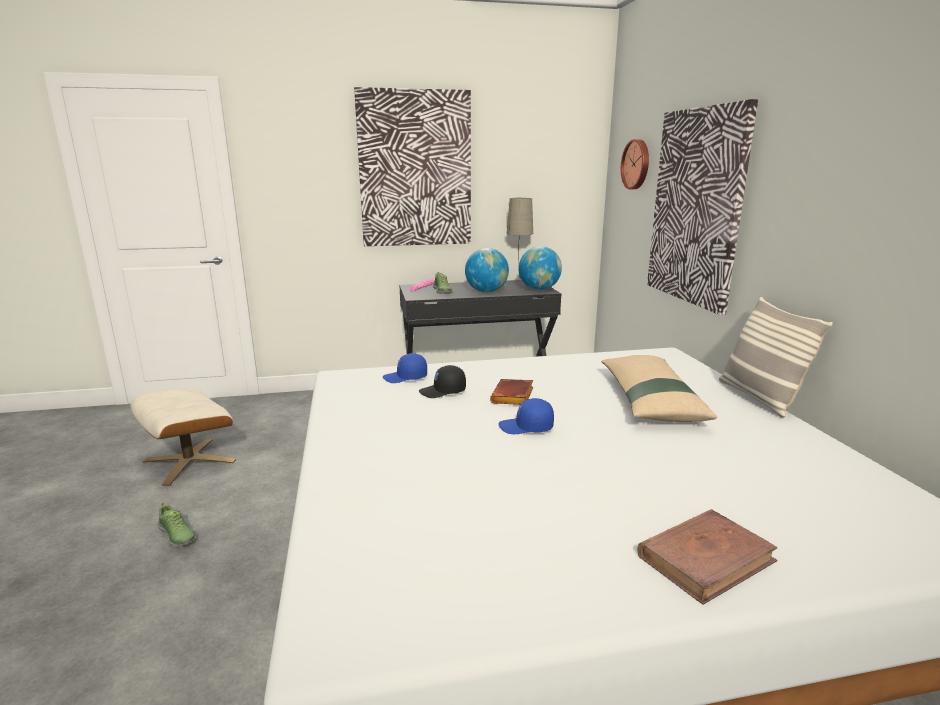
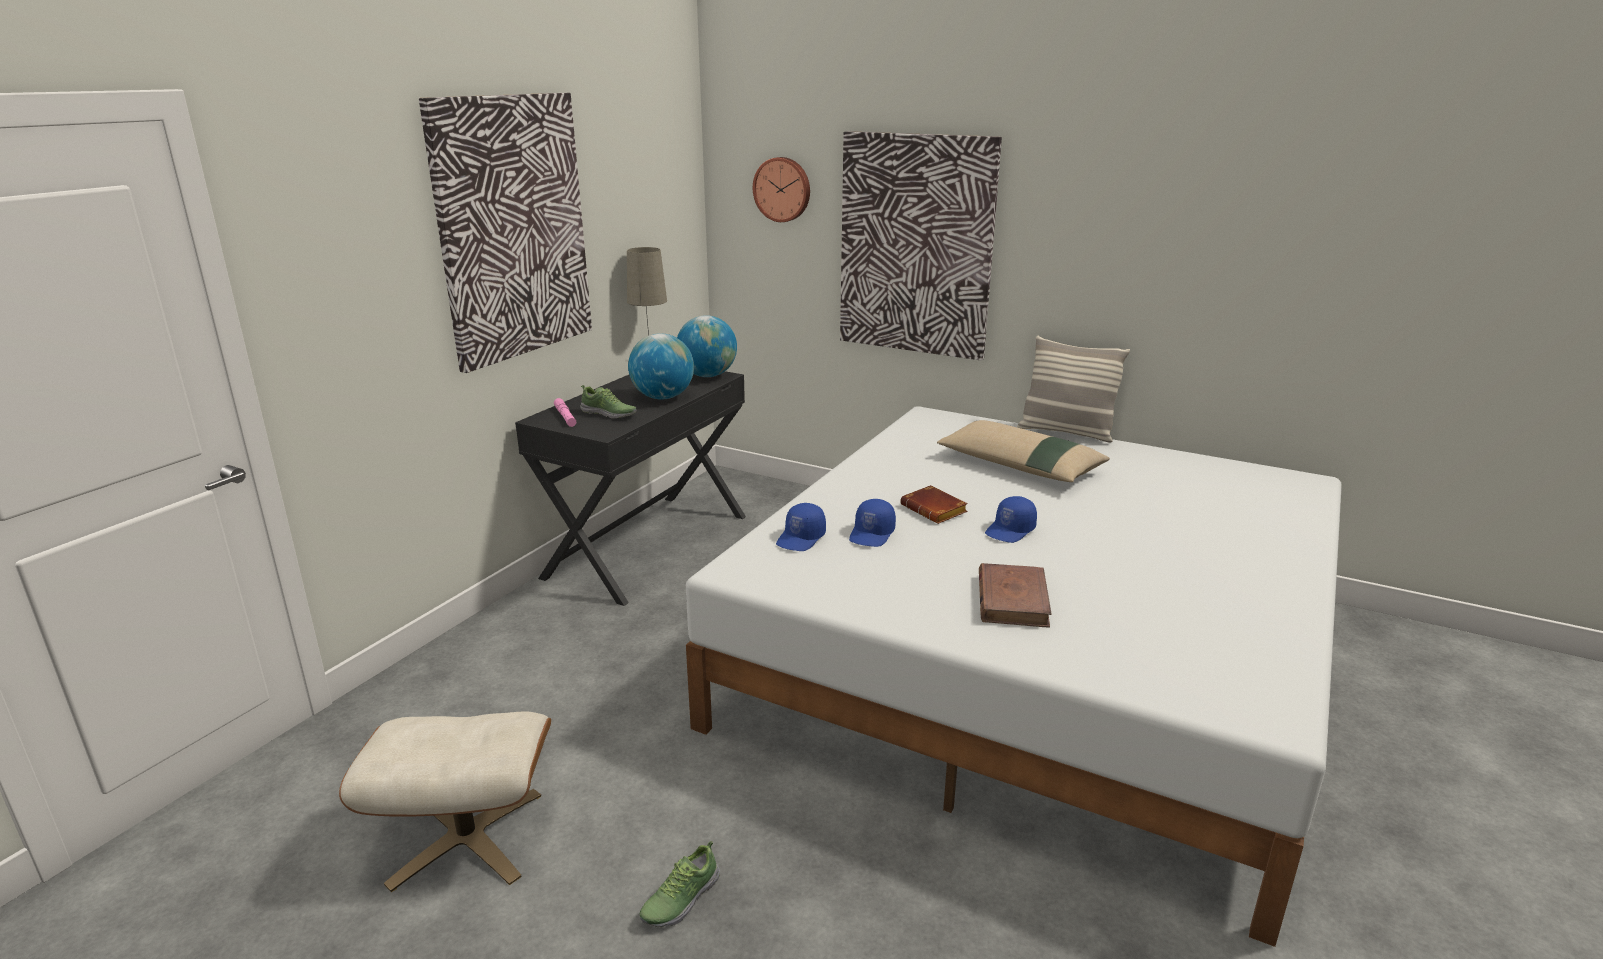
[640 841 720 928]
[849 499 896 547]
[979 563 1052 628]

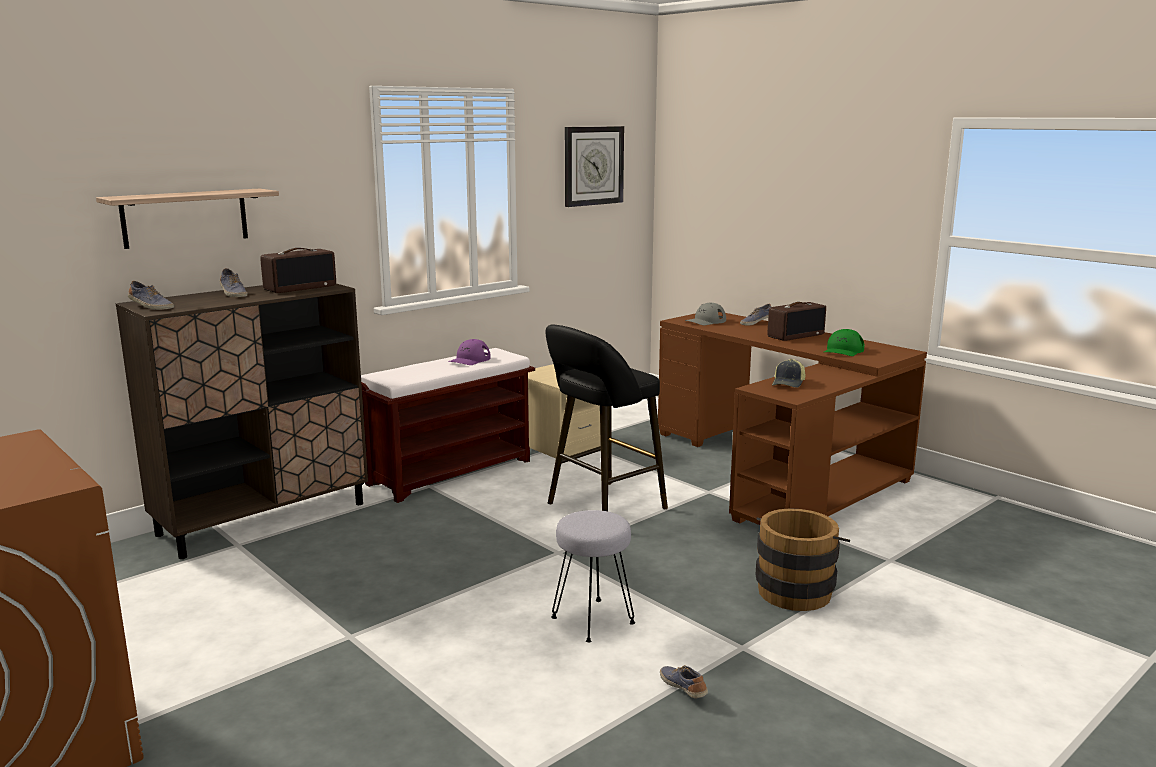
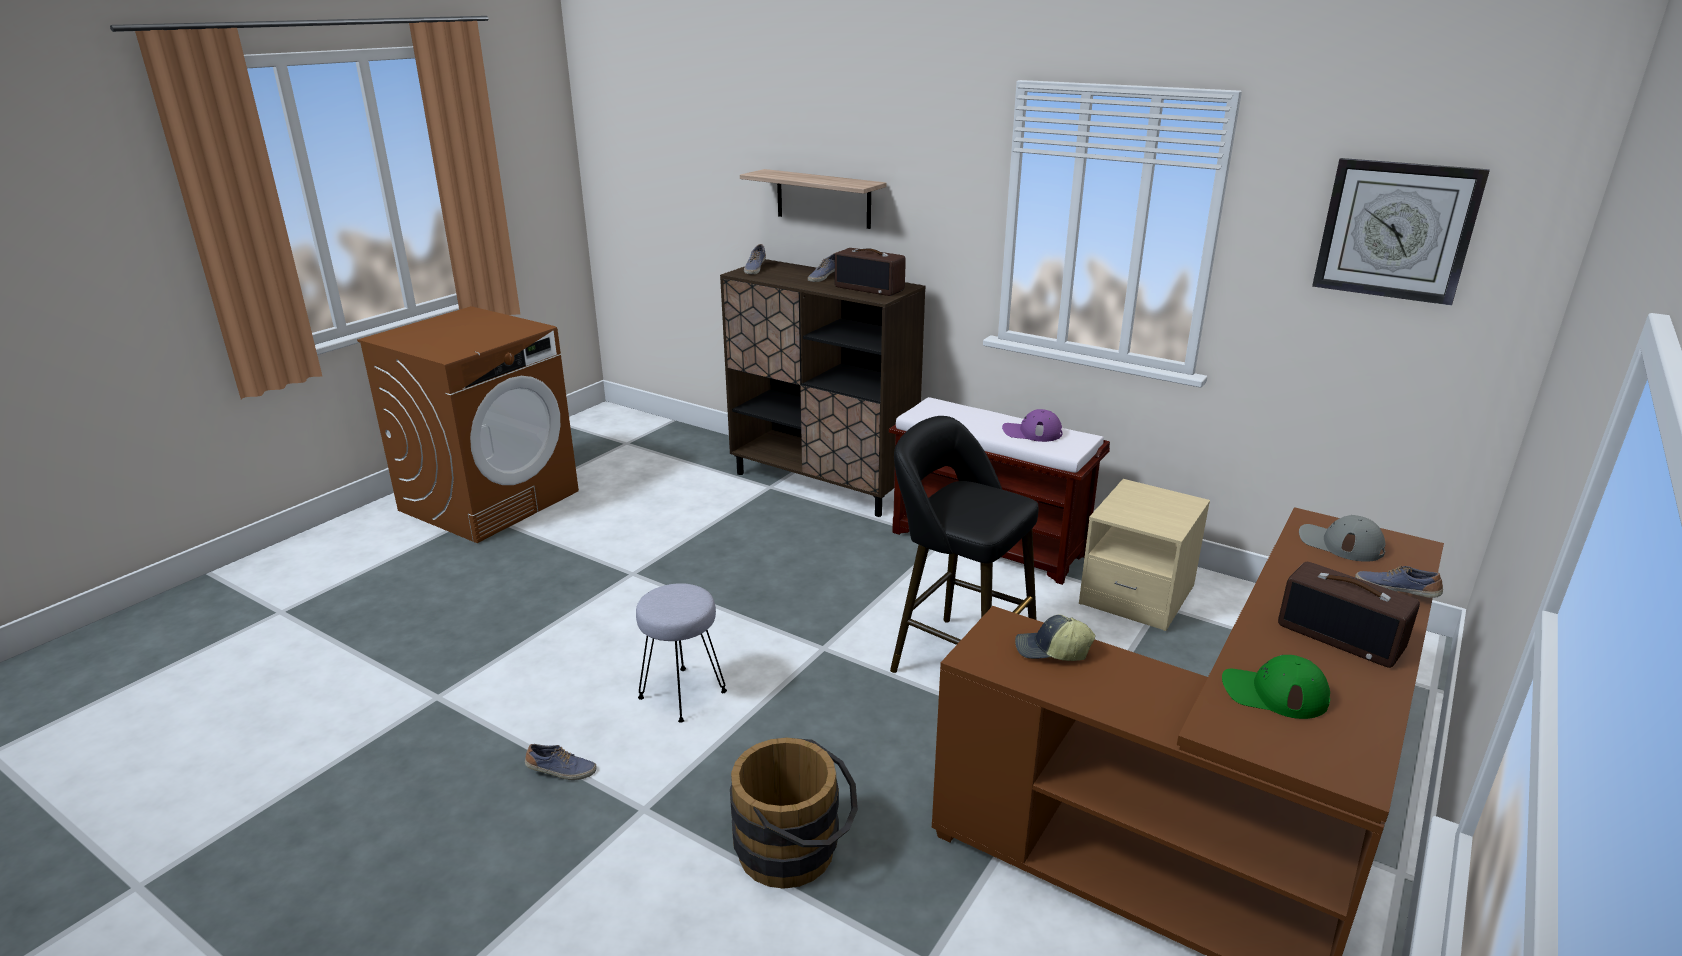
[525 744 597 780]

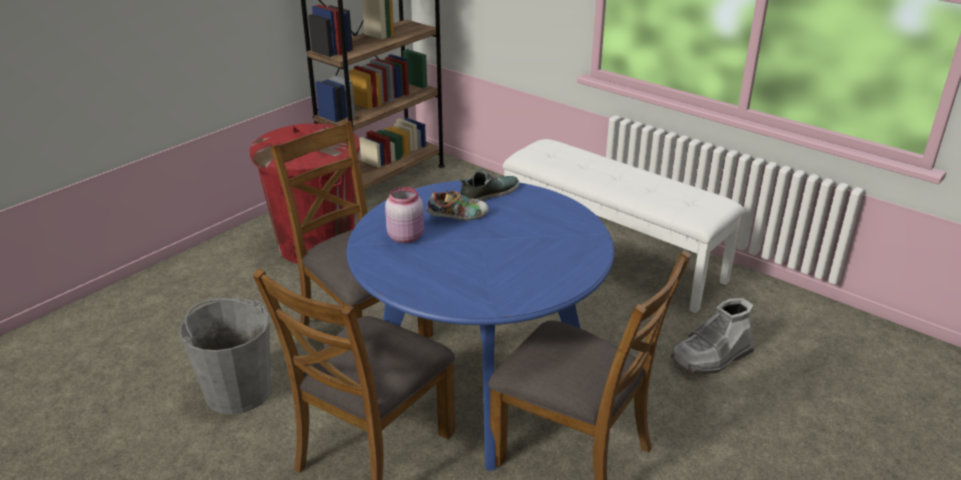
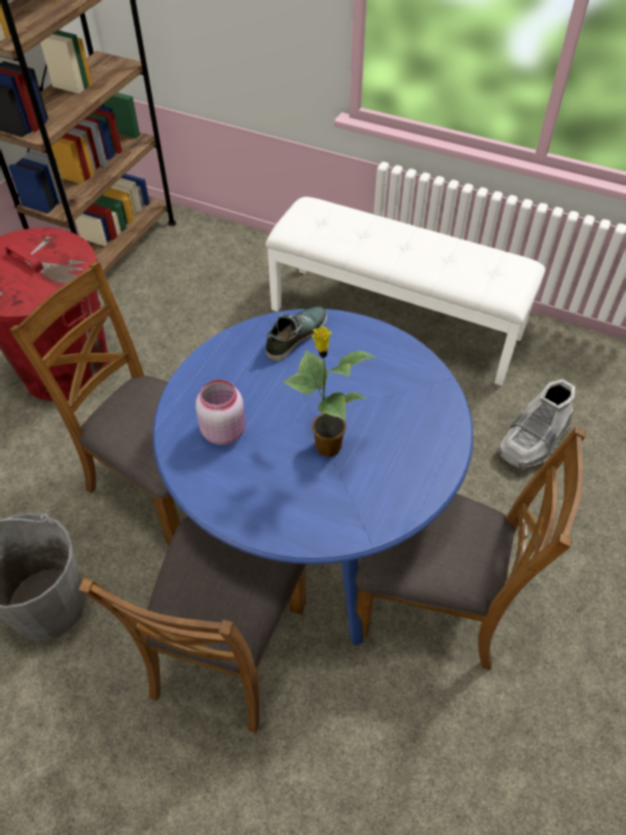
[426 190 488 220] (first image)
[283 327 376 457]

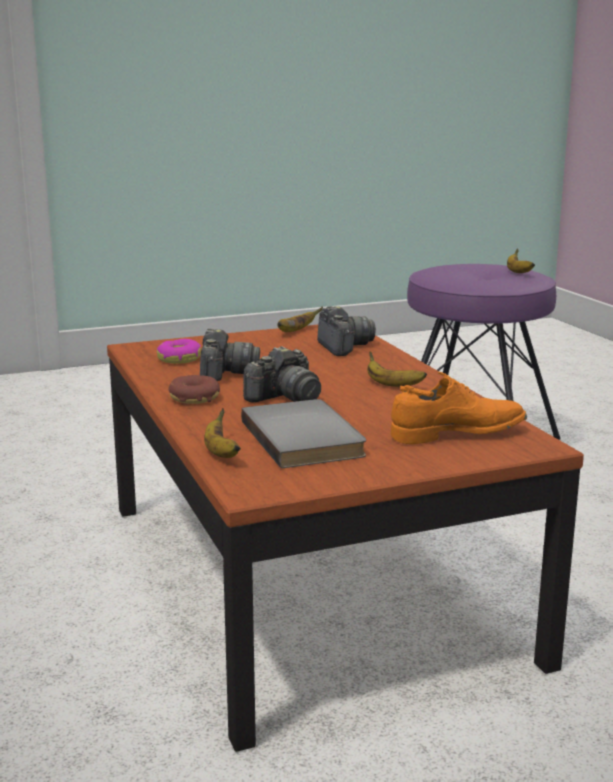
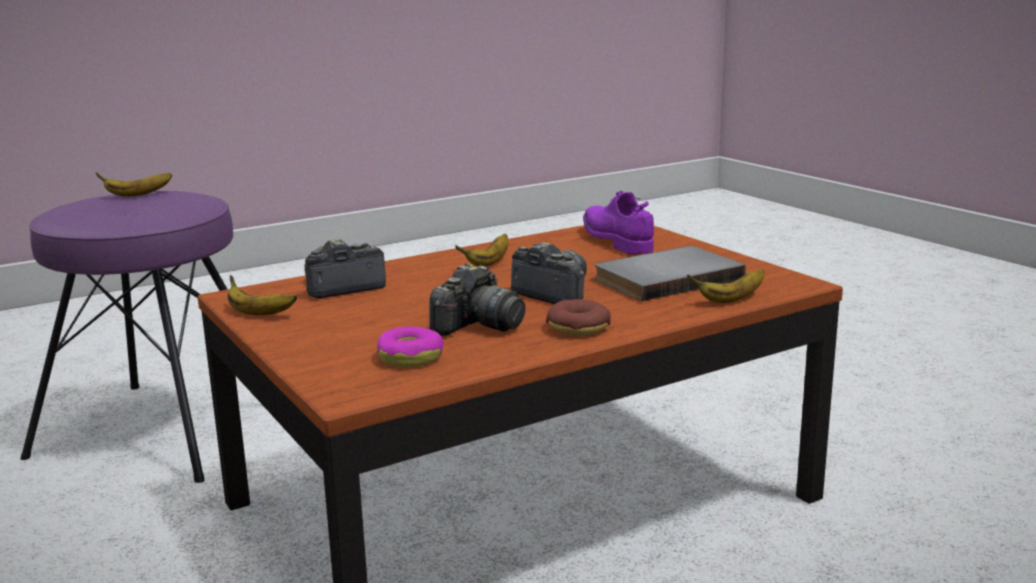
[429 264 526 336]
[583 191 654 255]

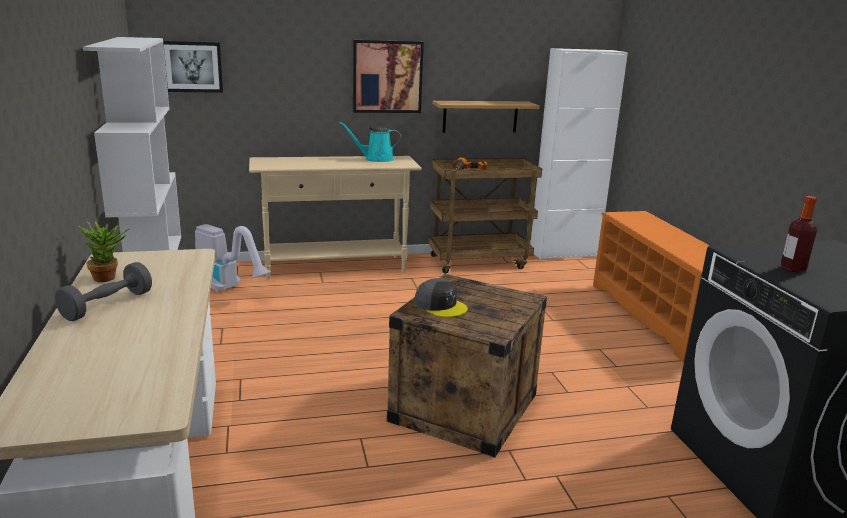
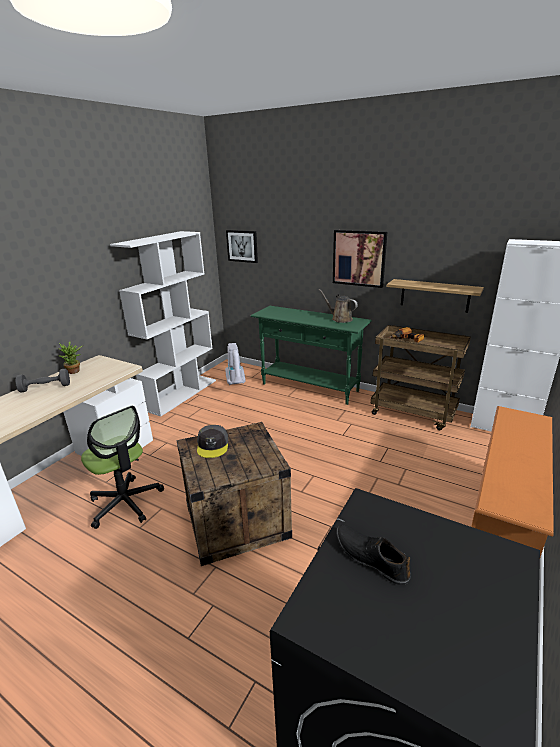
[251 306 372 405]
[319 289 358 323]
[336 525 411 585]
[81 406 164 529]

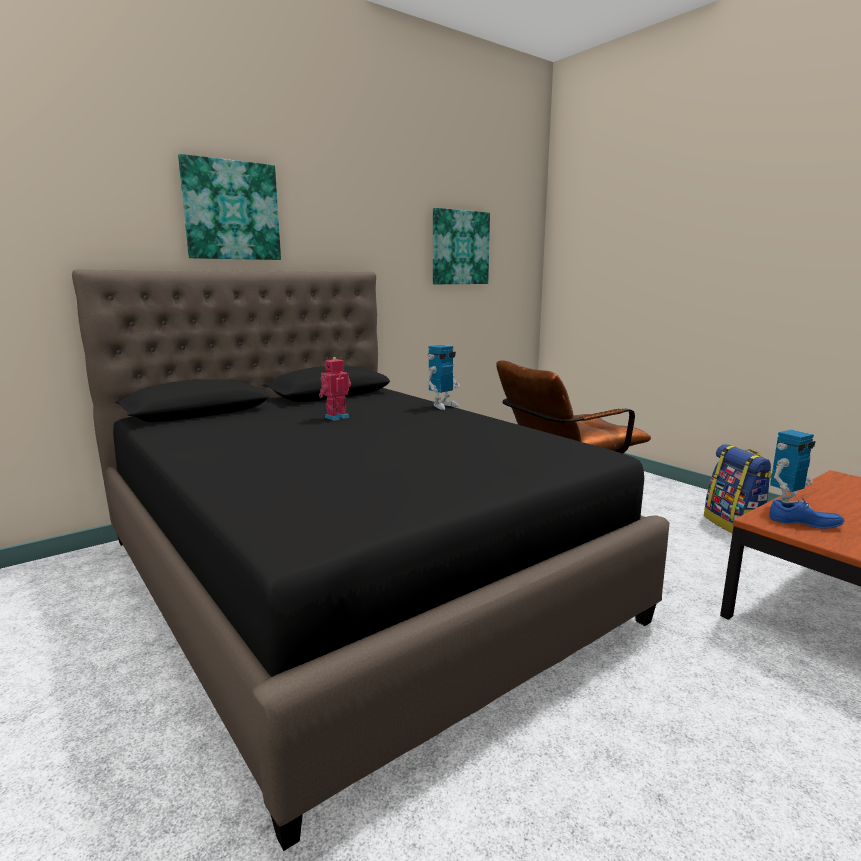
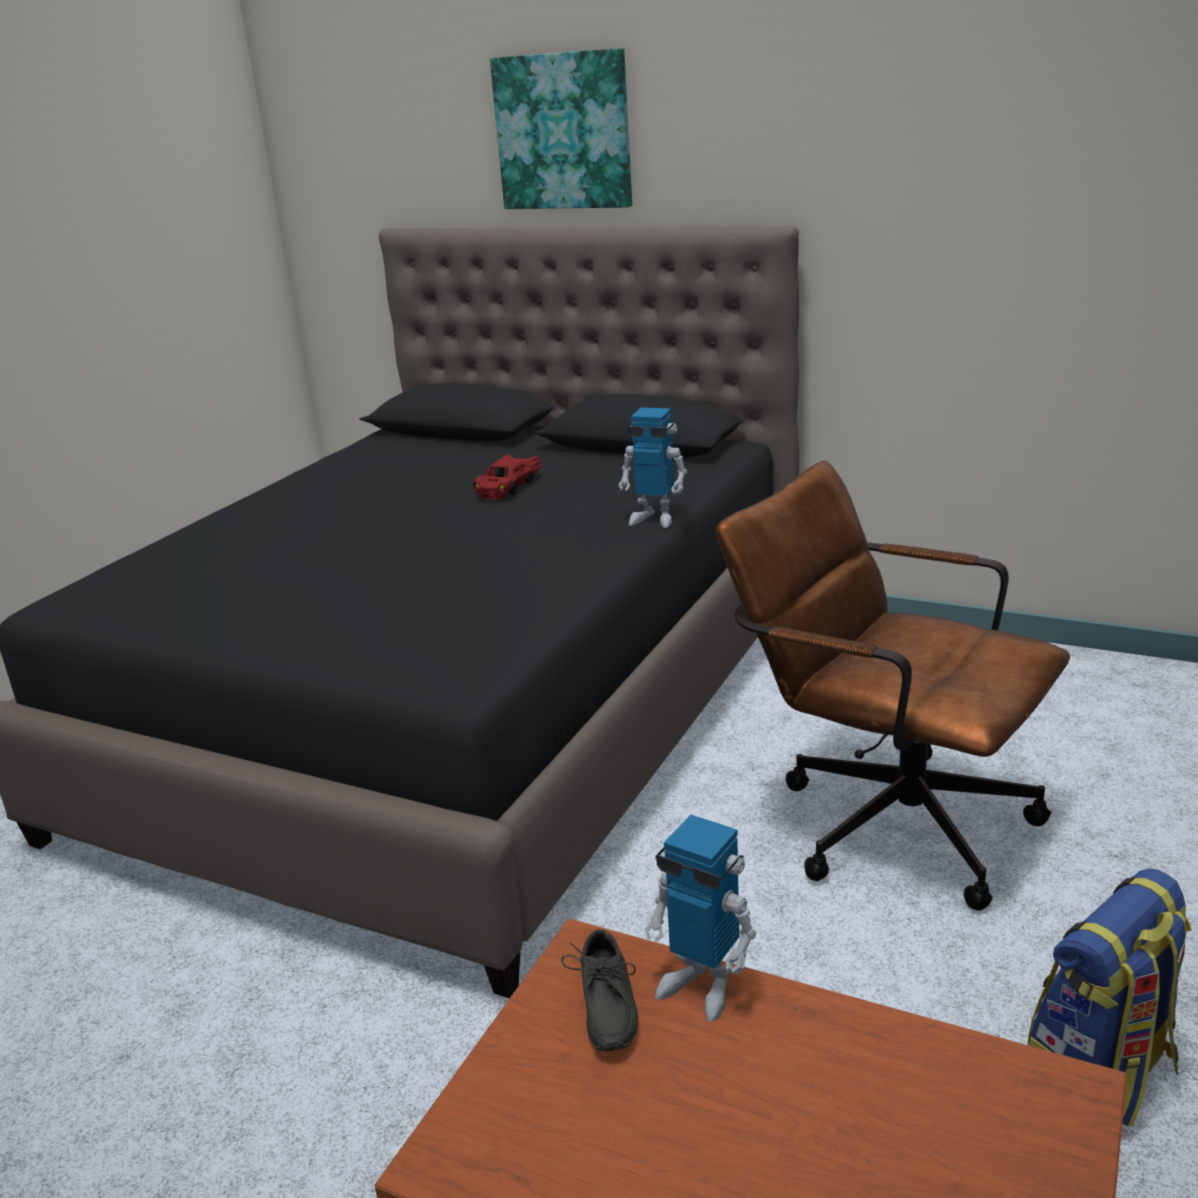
[473 455 542 500]
[433 208 490 284] (first image)
[561 929 638 1052]

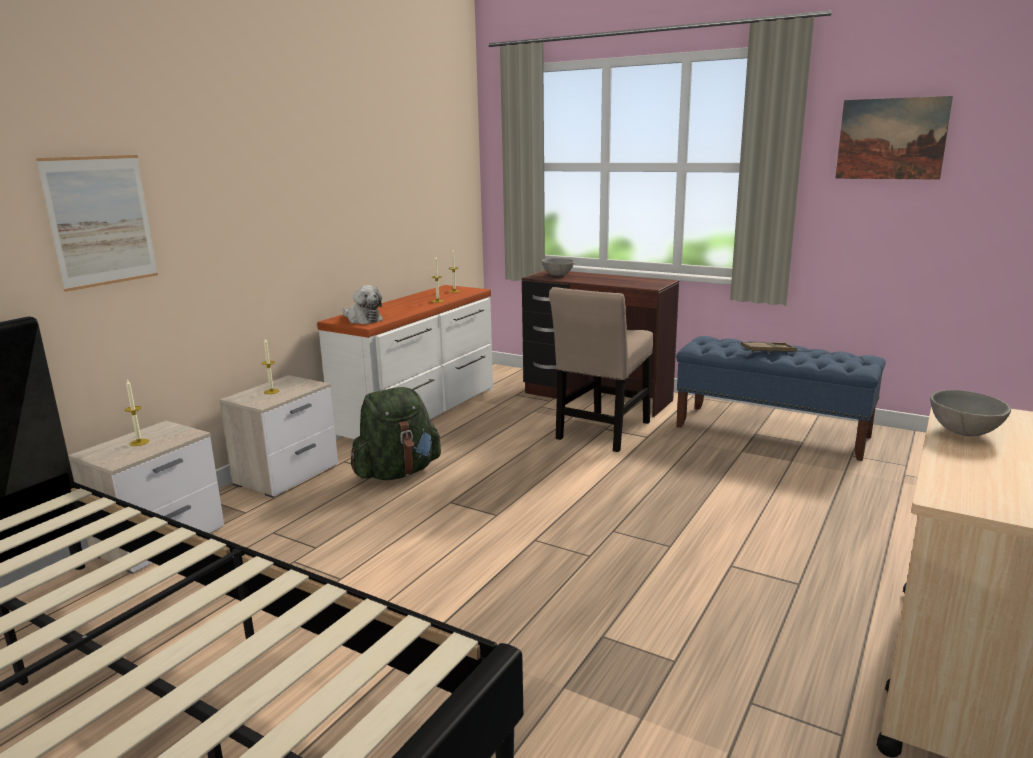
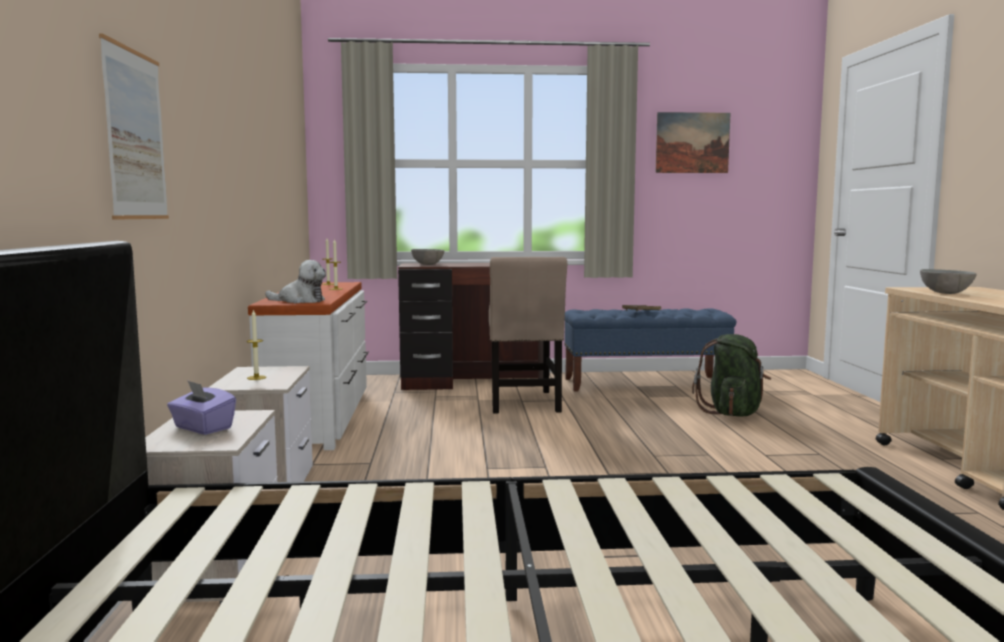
[167 380 236 435]
[692 334 771 416]

